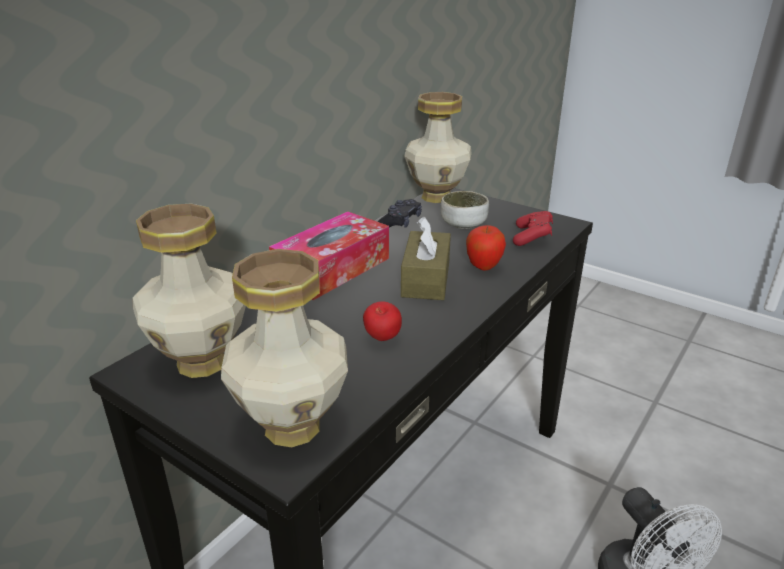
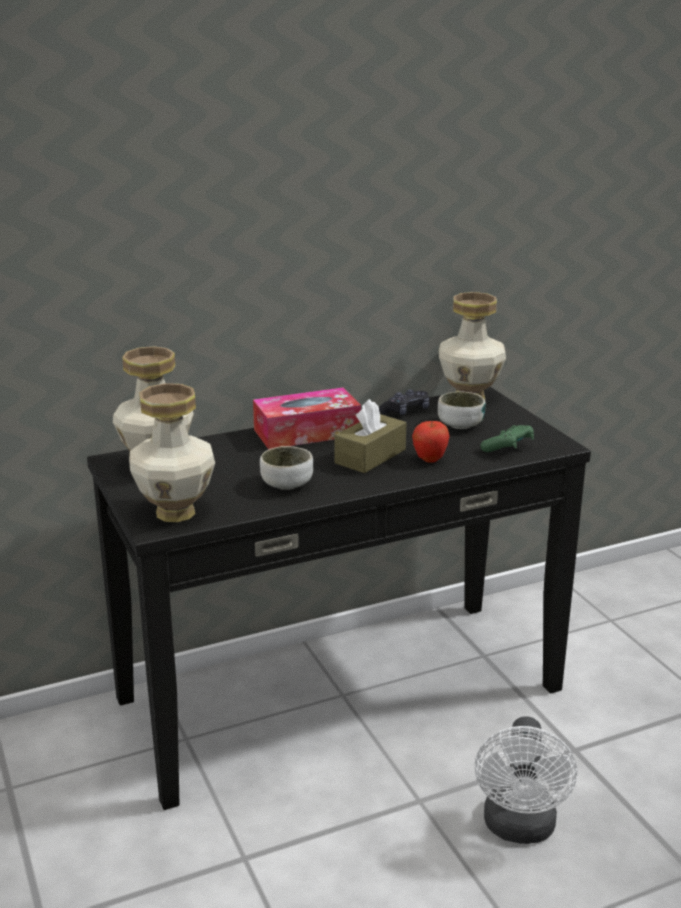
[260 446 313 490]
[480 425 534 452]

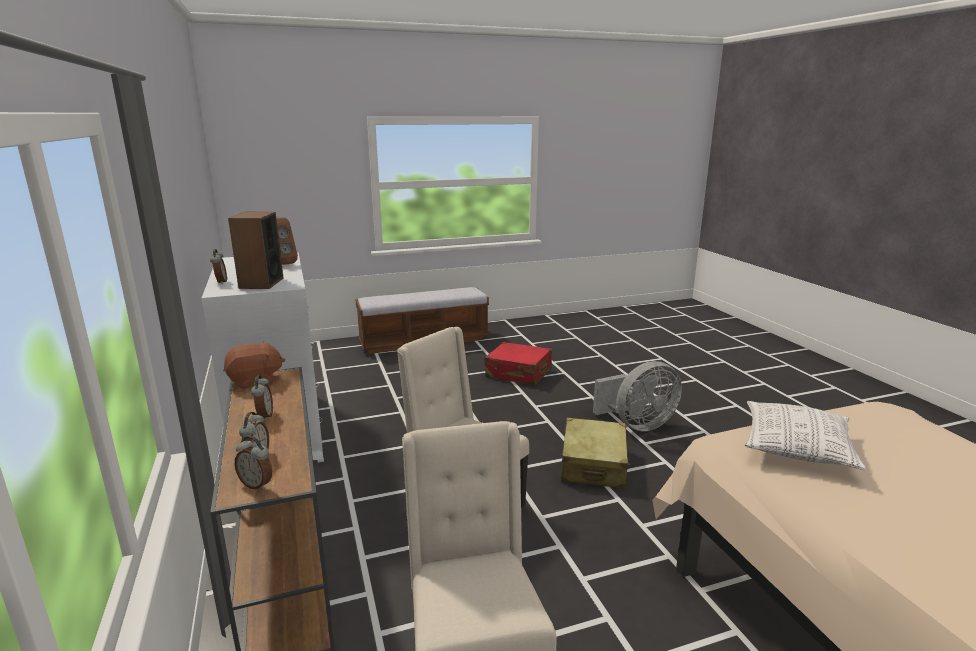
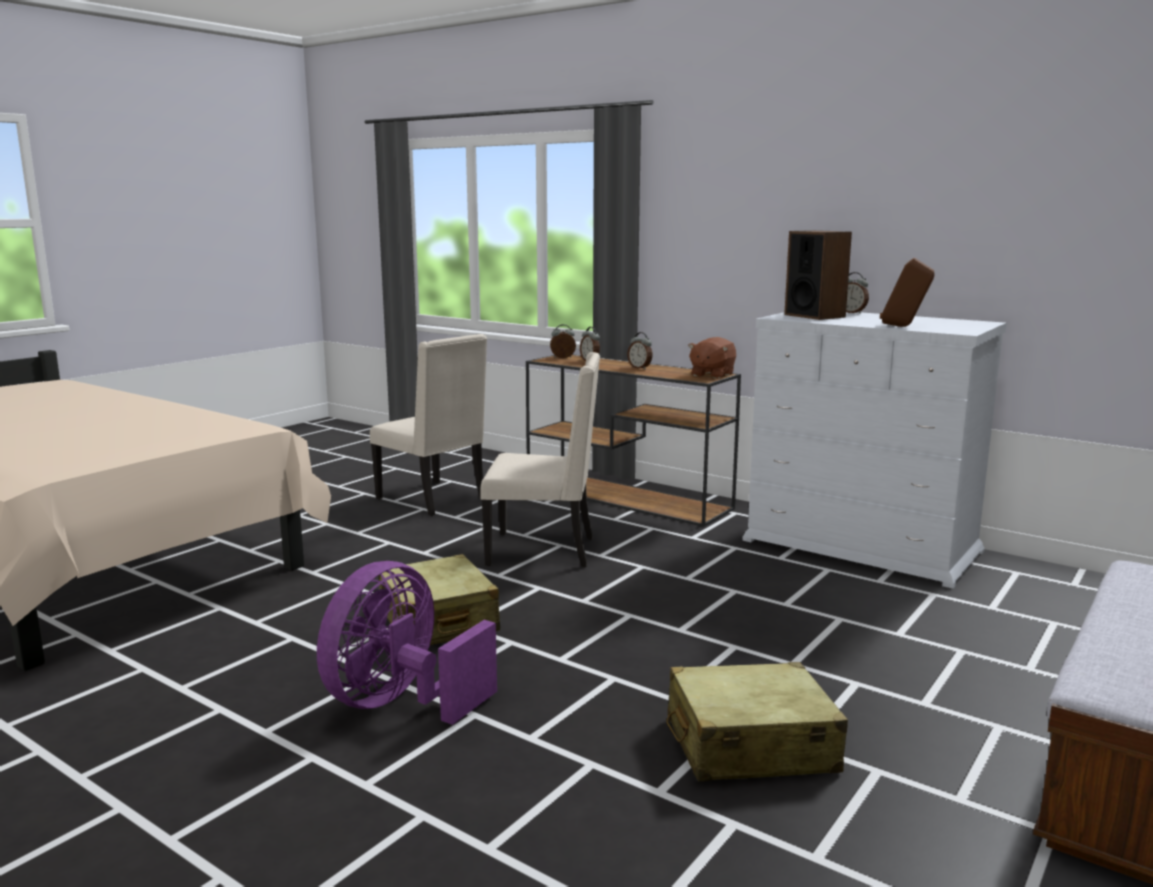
[666 662 848 782]
[317 561 497 725]
[745 401 866 470] (first image)

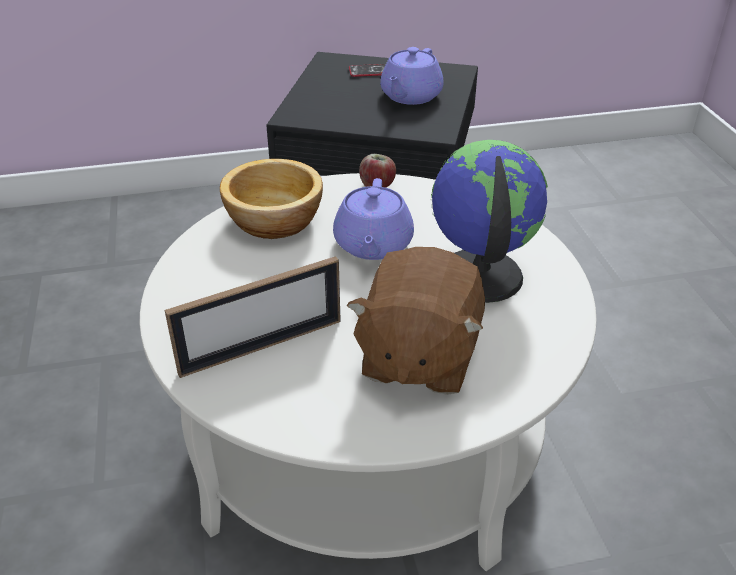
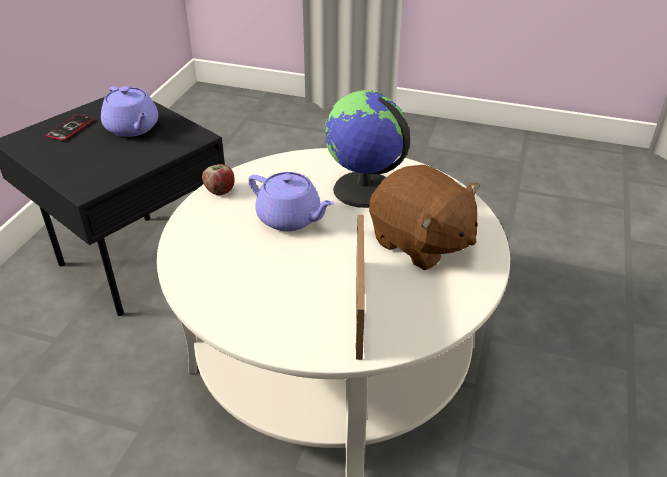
[220 159 323 239] (first image)

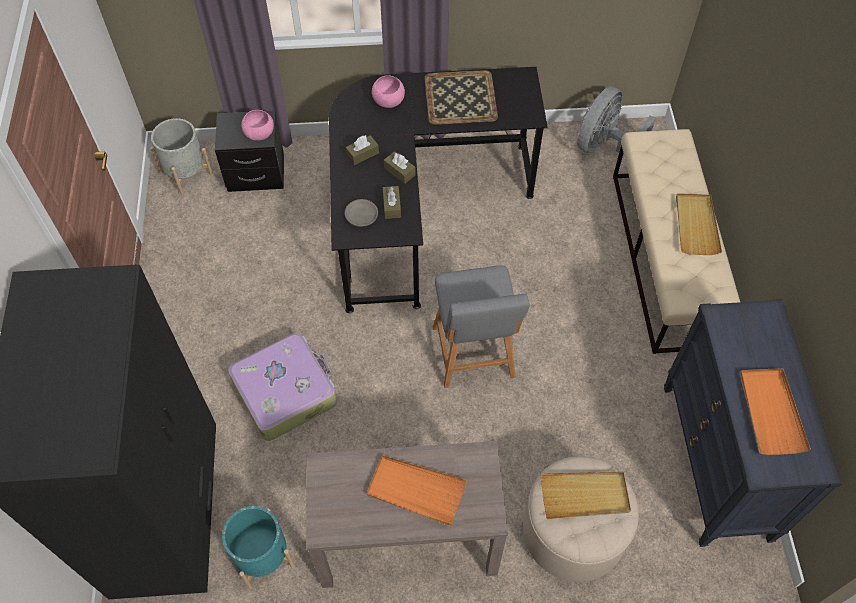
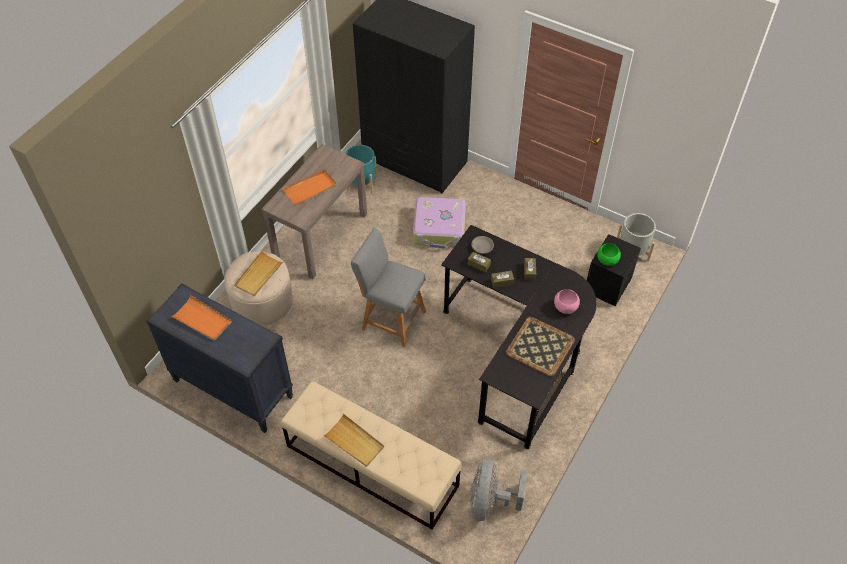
[597 243 621 266]
[471 459 528 521]

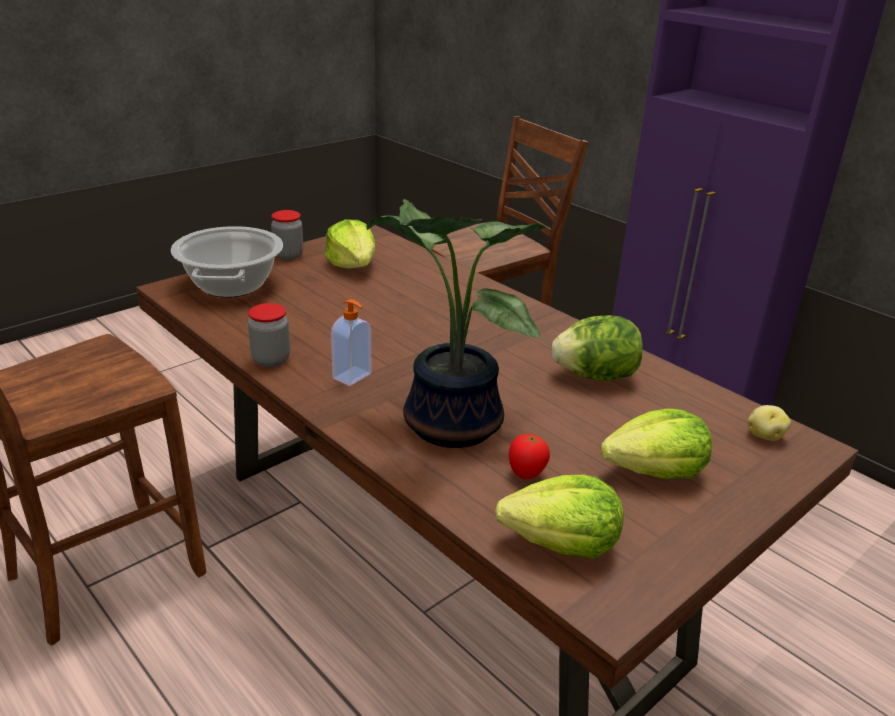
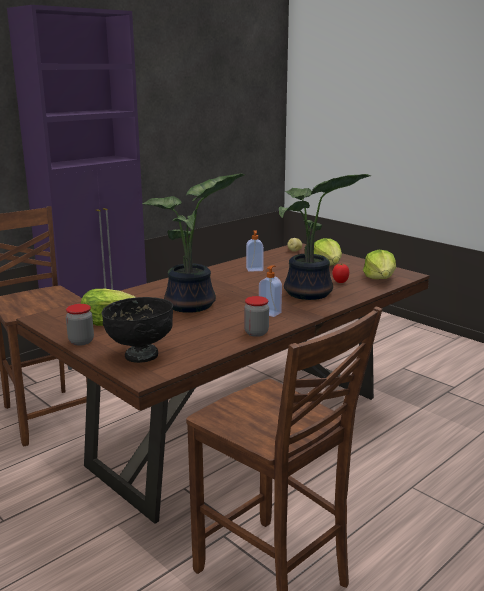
[101 297 173 363]
[246 230 264 272]
[142 173 246 313]

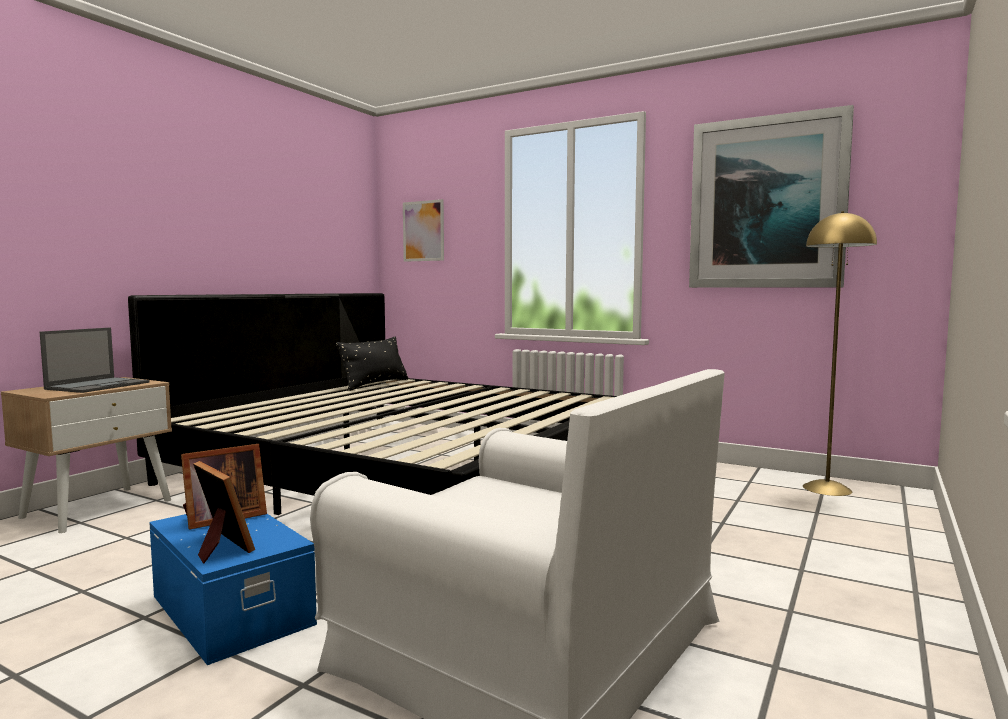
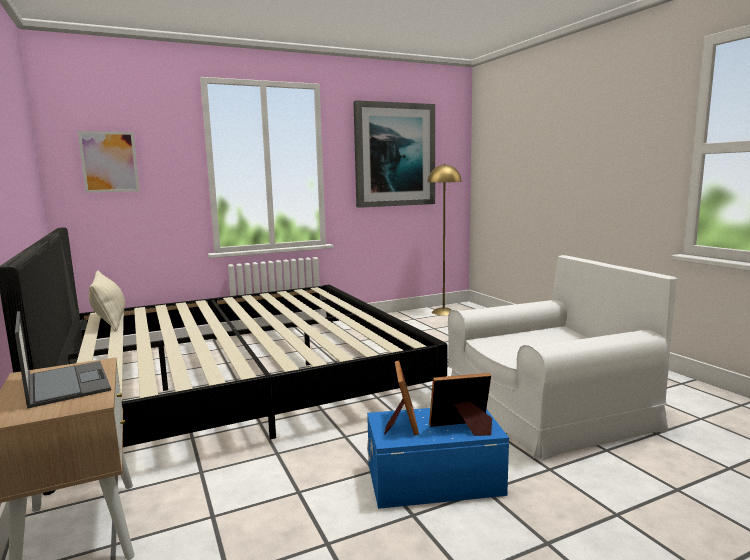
[89 270 125 332]

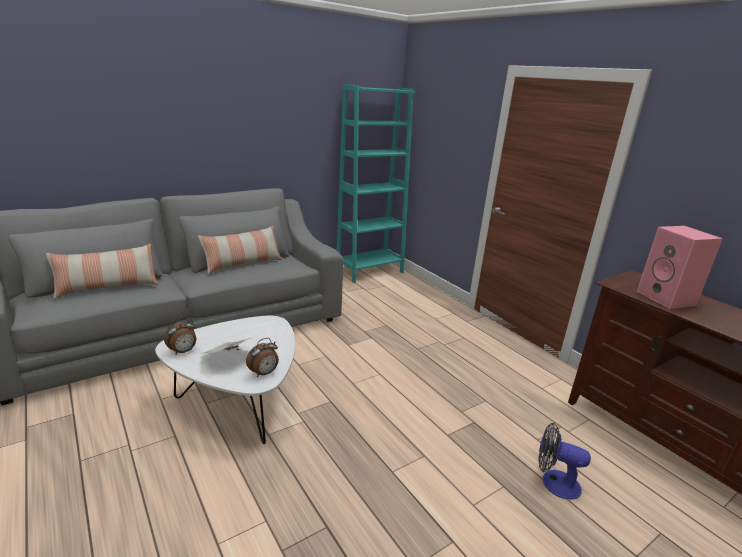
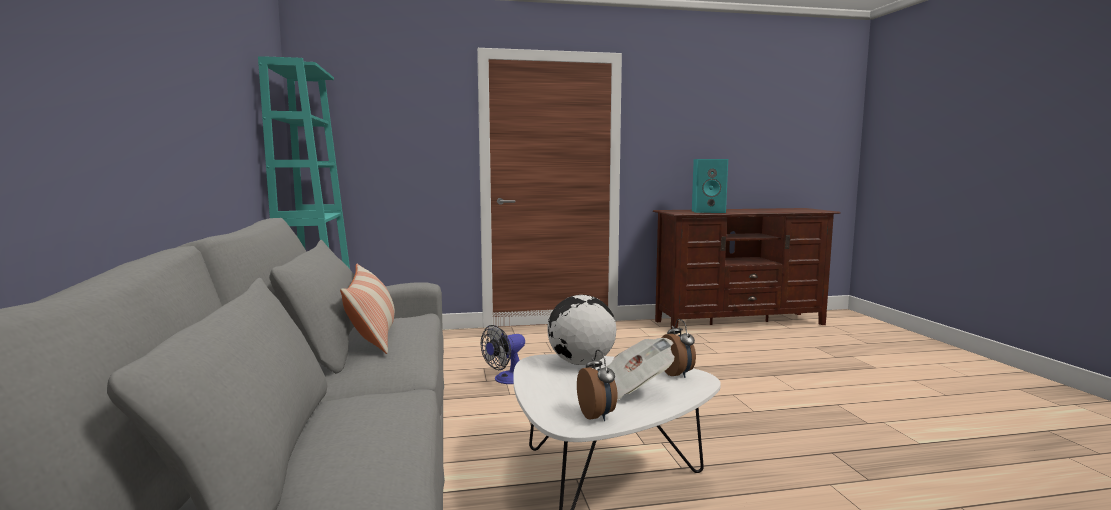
[46 244 158 299] (first image)
[481 325 525 384]
[692 159 728 213]
[547 295 616 365]

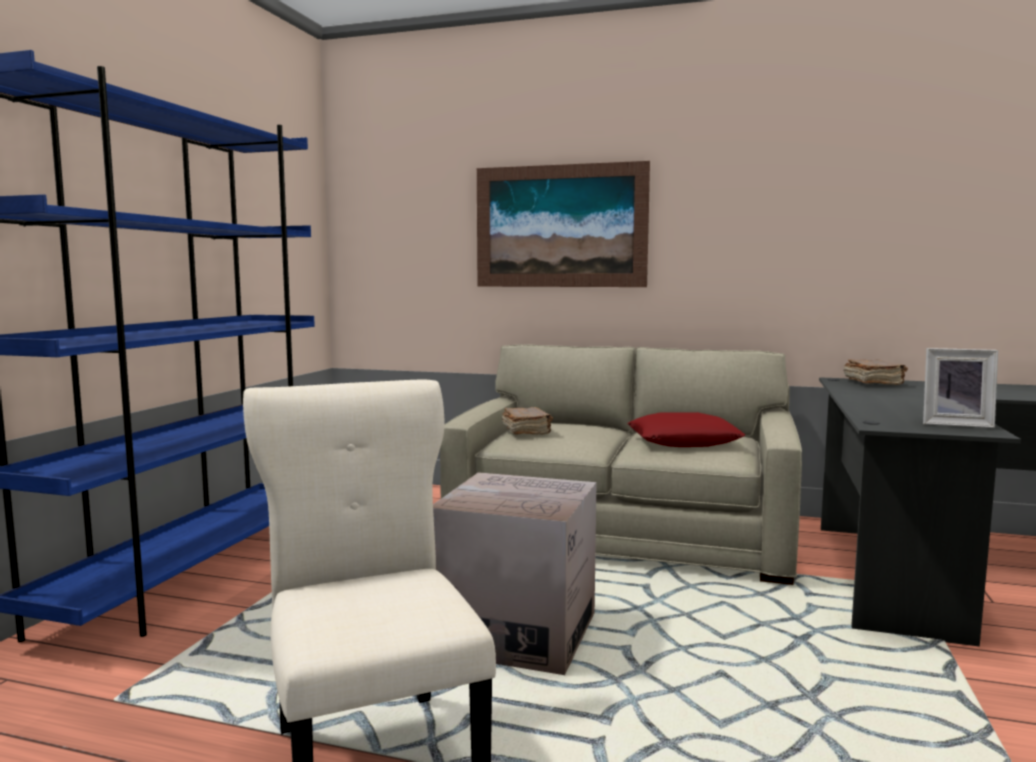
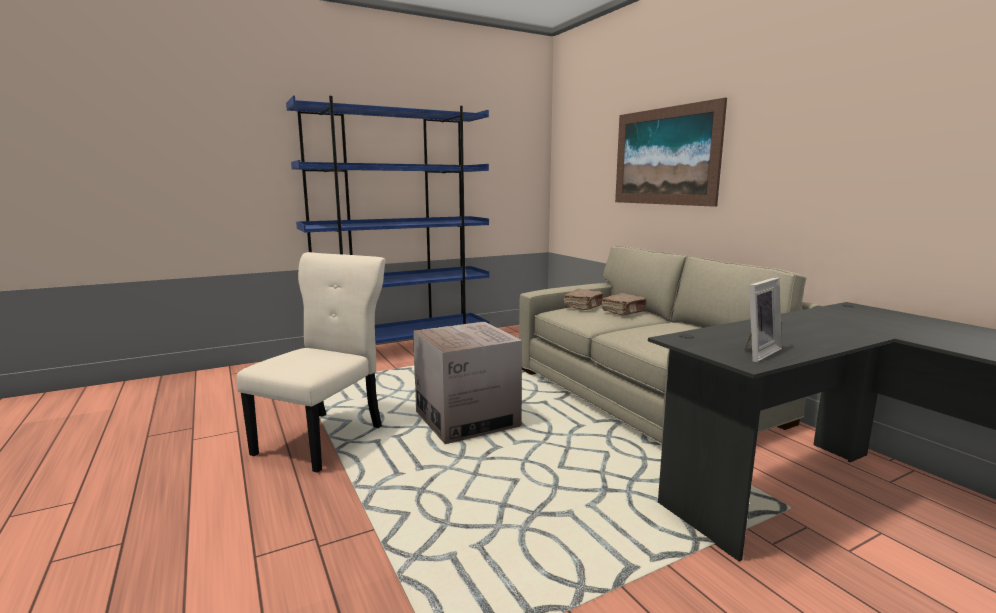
[627 412 745 447] (first image)
[601 293 646 315]
[744 277 782 362]

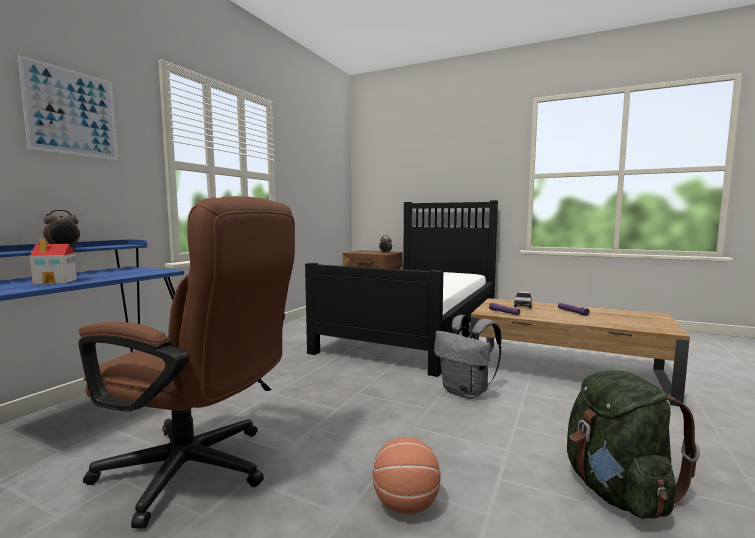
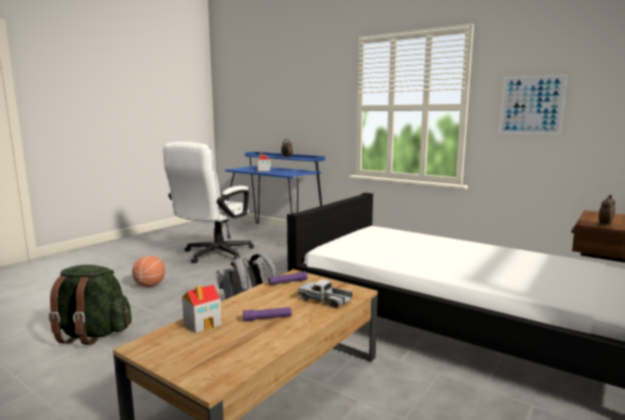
[499 74 568 135]
[163 142 254 263]
[182 285 222 333]

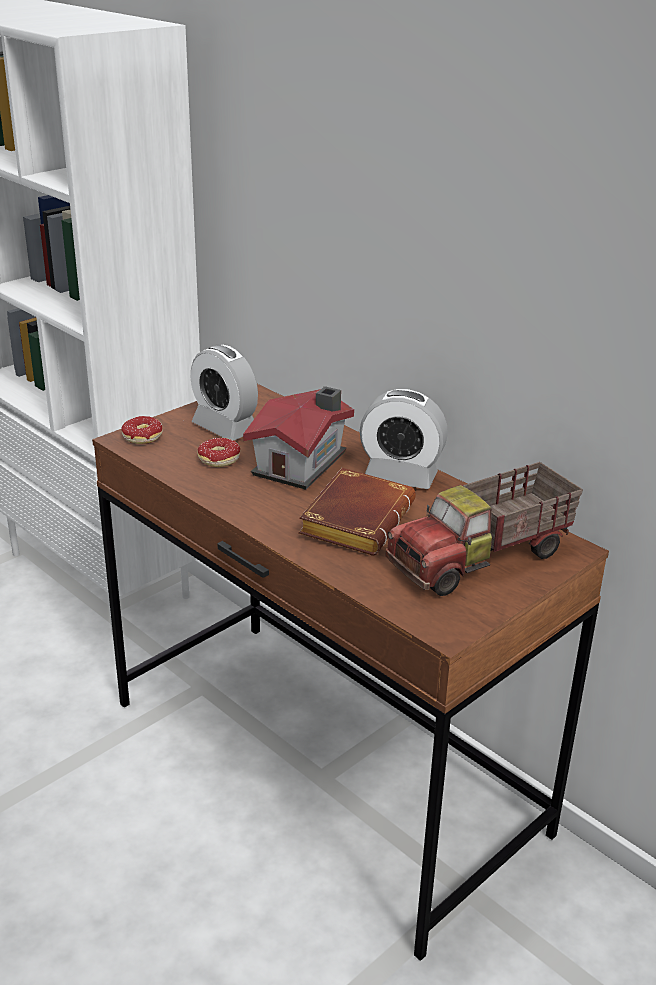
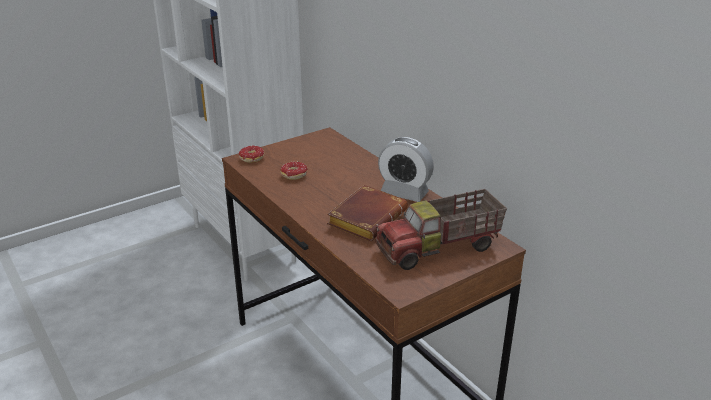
[191 345 258 441] (first image)
[243 386 354 490] (first image)

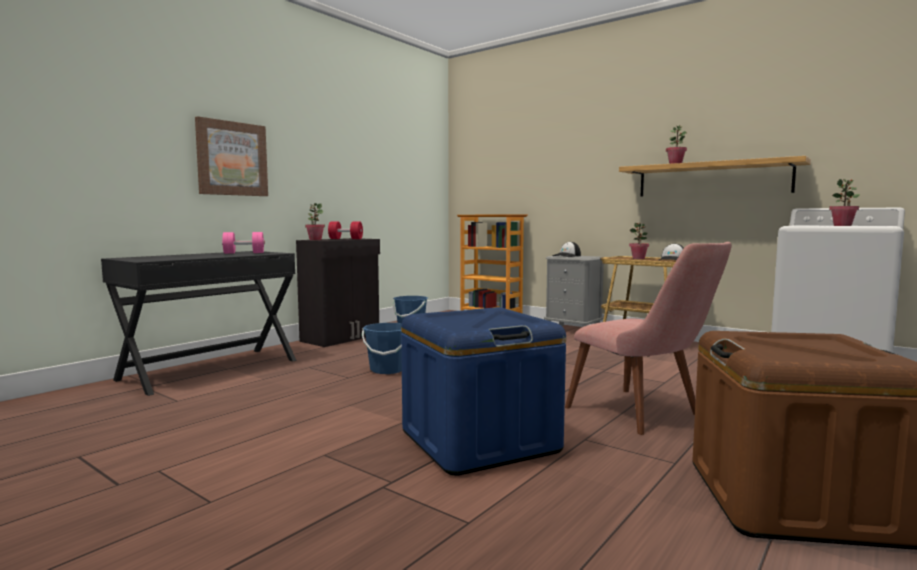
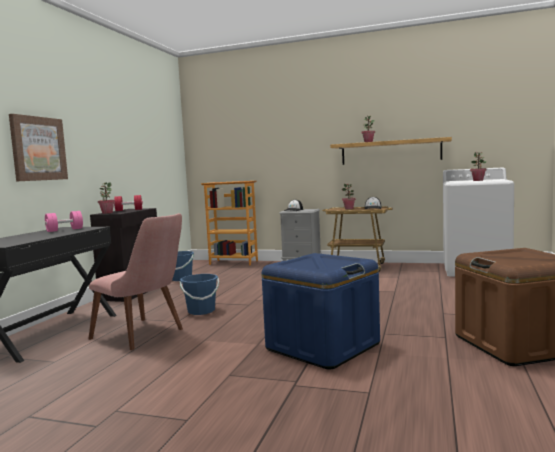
[88 213 183 350]

